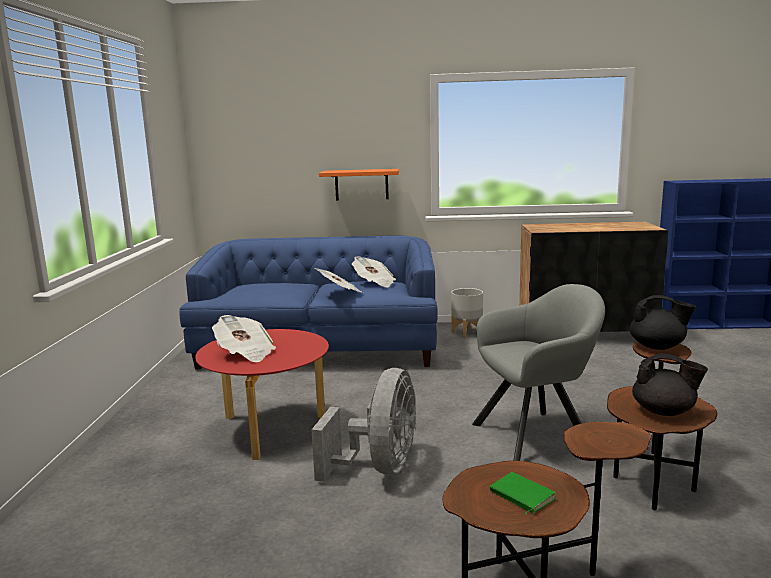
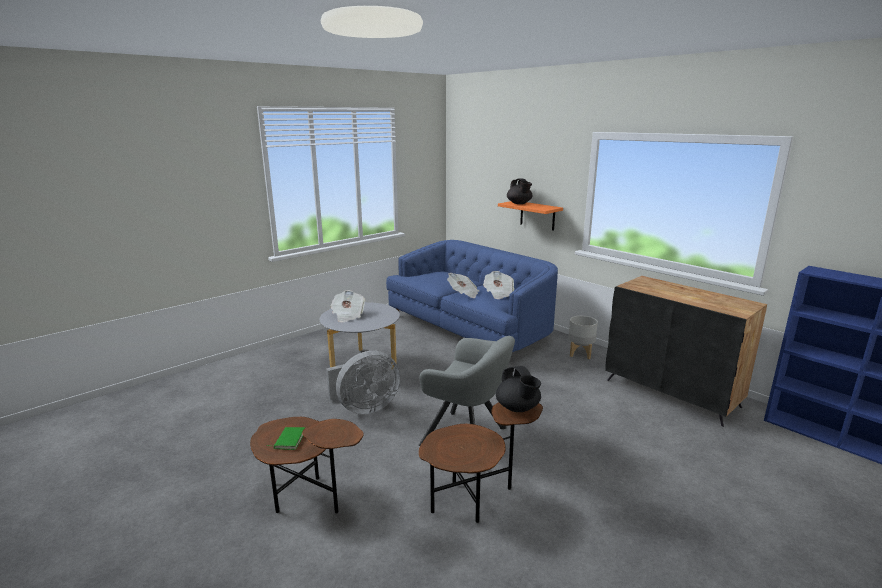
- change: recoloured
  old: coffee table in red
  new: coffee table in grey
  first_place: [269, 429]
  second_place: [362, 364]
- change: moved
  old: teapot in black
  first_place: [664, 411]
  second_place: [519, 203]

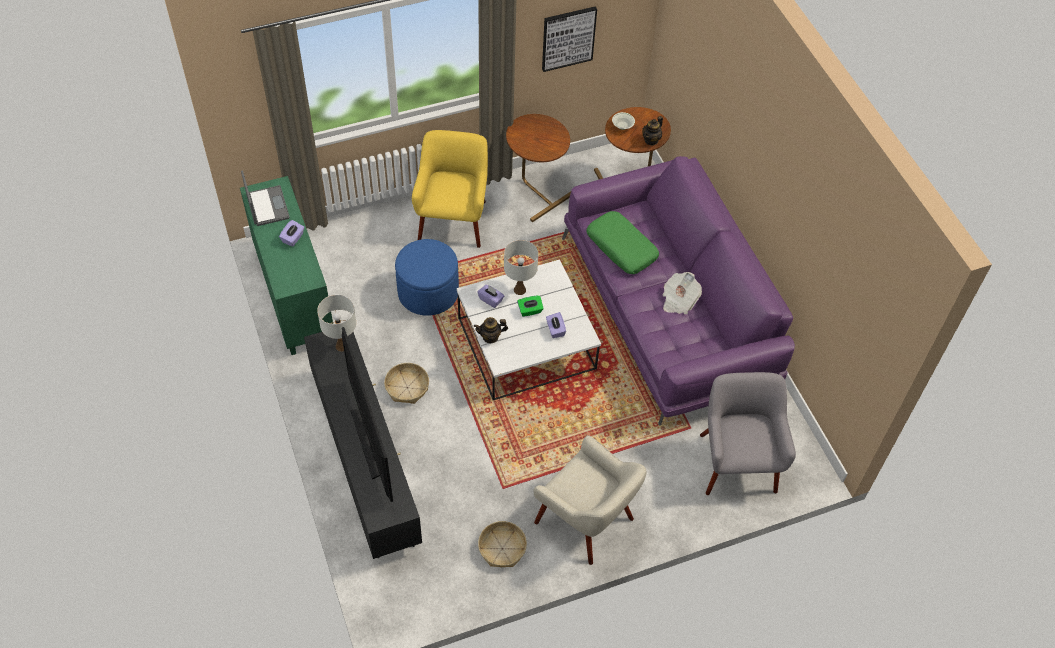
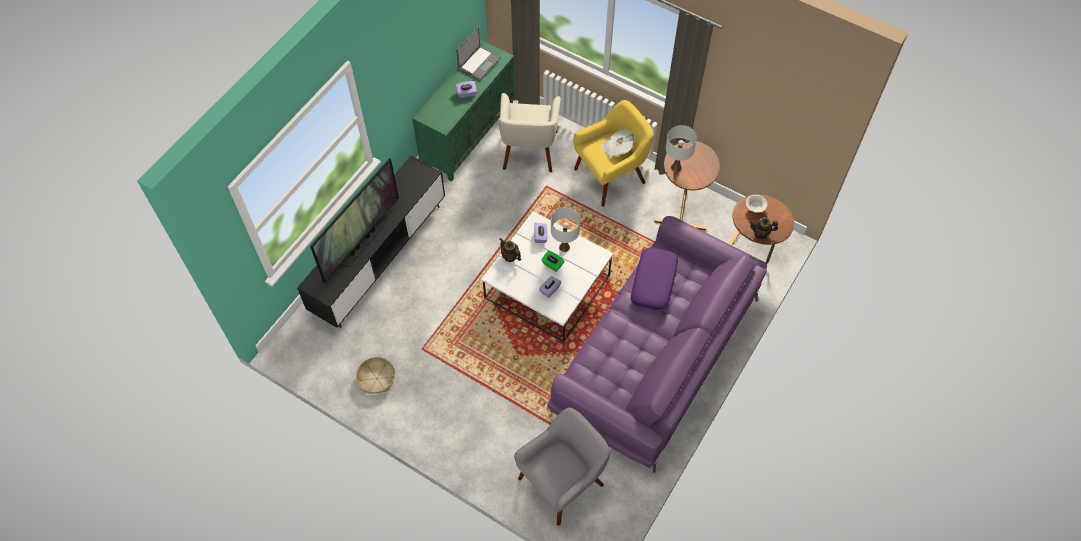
- change: moved
  old: table lamp in white
  first_place: [341, 346]
  second_place: [676, 167]
- change: removed
  old: basket
  first_place: [407, 387]
- change: removed
  old: ottoman in blue
  first_place: [428, 292]
- change: moved
  old: armchair in beige
  first_place: [586, 520]
  second_place: [529, 150]
- change: removed
  old: picture
  first_place: [568, 38]
- change: recoloured
  old: pillow in green
  new: pillow in purple
  first_place: [622, 248]
  second_place: [654, 282]
- change: moved
  old: newspaper
  first_place: [678, 300]
  second_place: [617, 148]

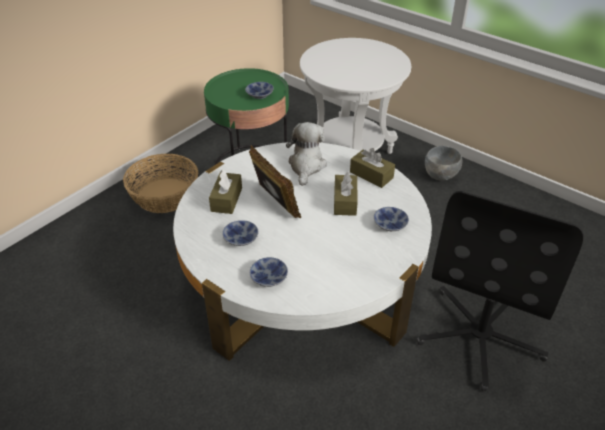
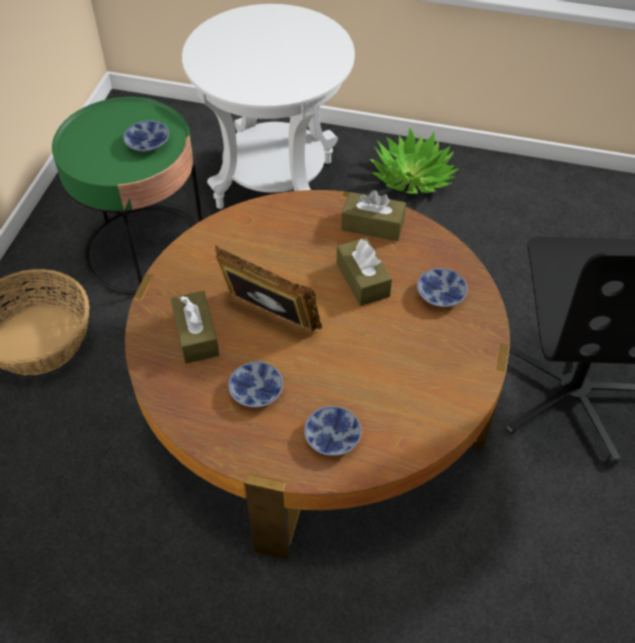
- change: recoloured
  old: coffee table in white
  new: coffee table in brown
  first_place: [302, 280]
  second_place: [317, 401]
- change: removed
  old: plush toy
  first_place: [306, 166]
- change: replaced
  old: bowl in grey
  new: potted plant
  first_place: [441, 176]
  second_place: [412, 177]

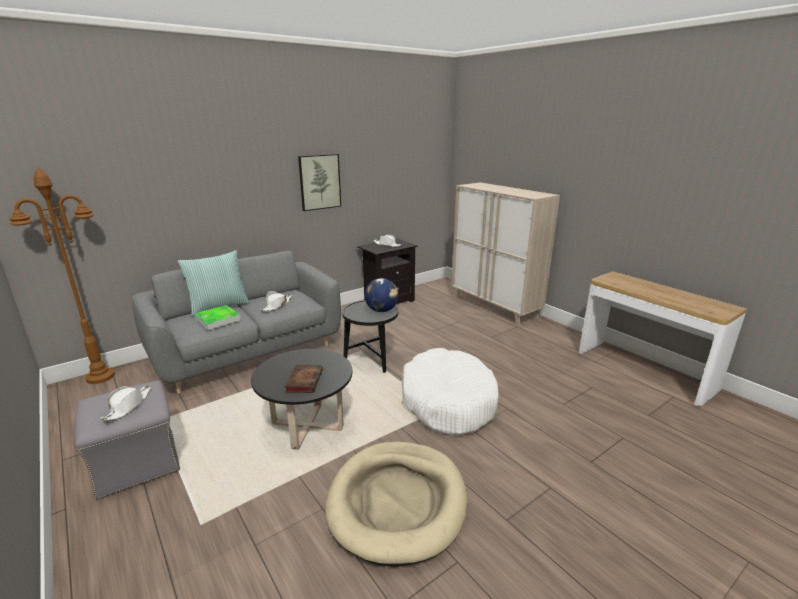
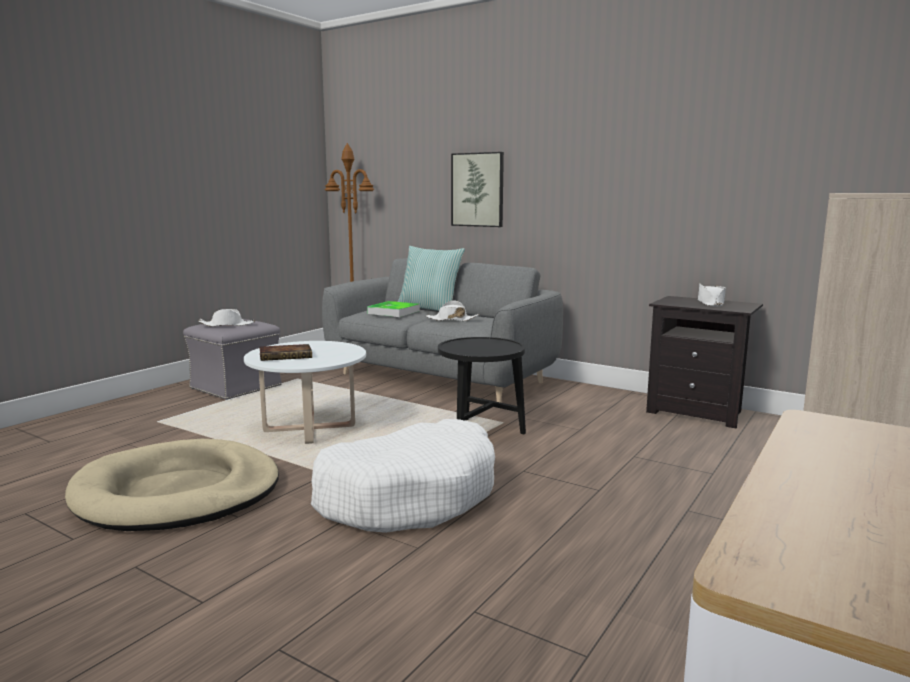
- change: recoloured
  old: coffee table in black
  new: coffee table in white
  first_place: [307, 426]
  second_place: [309, 428]
- change: moved
  old: picture
  first_place: [319, 182]
  second_place: [477, 190]
- change: removed
  old: globe
  first_place: [381, 310]

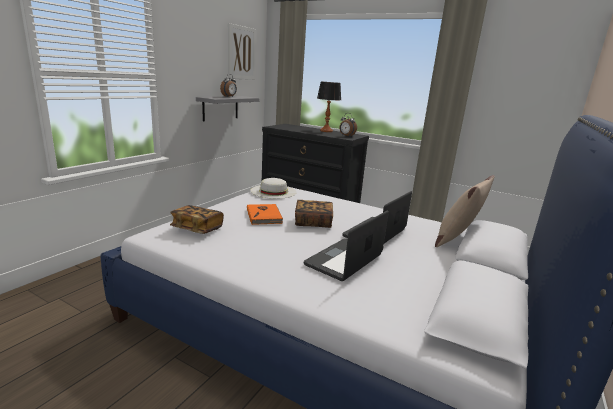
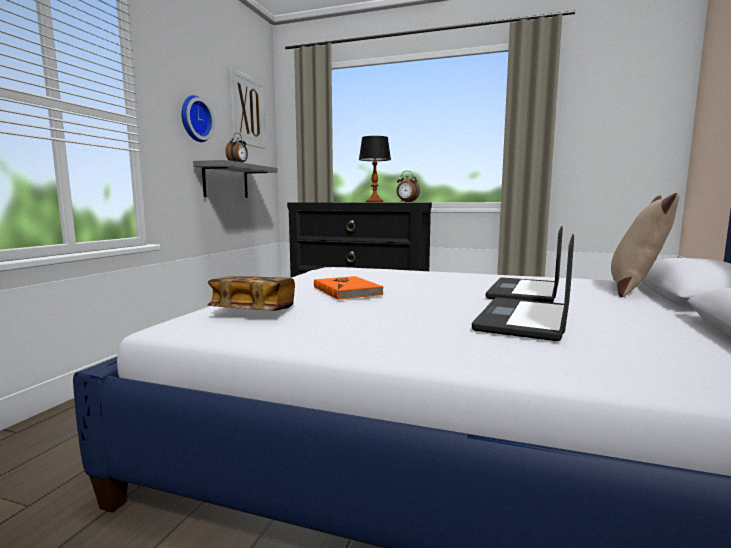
- change: removed
  old: hat in white
  first_place: [273, 191]
- change: removed
  old: book
  first_place: [313, 222]
- change: added
  new: wall clock
  second_place: [194, 119]

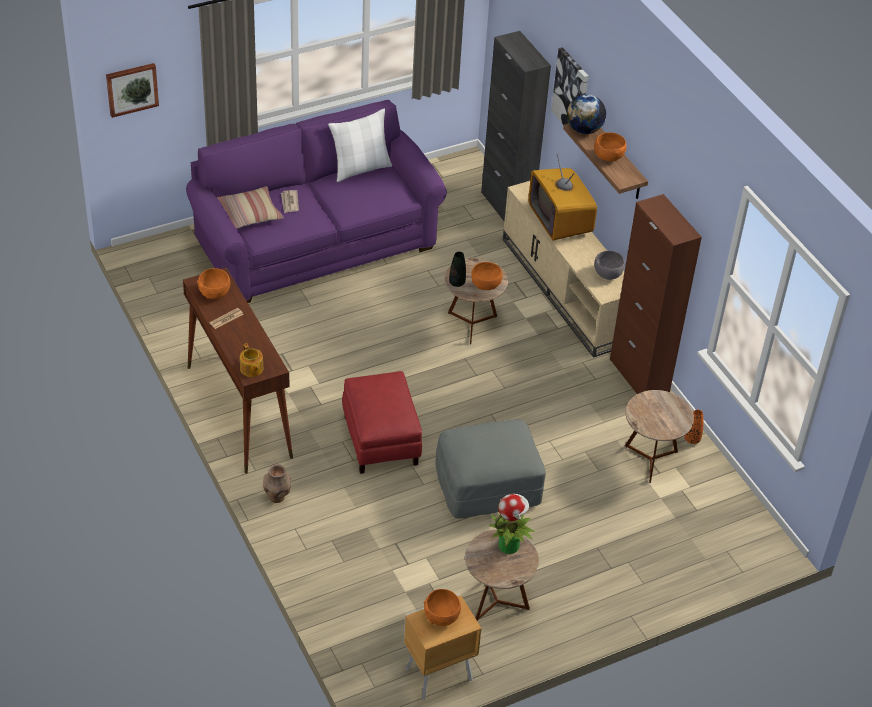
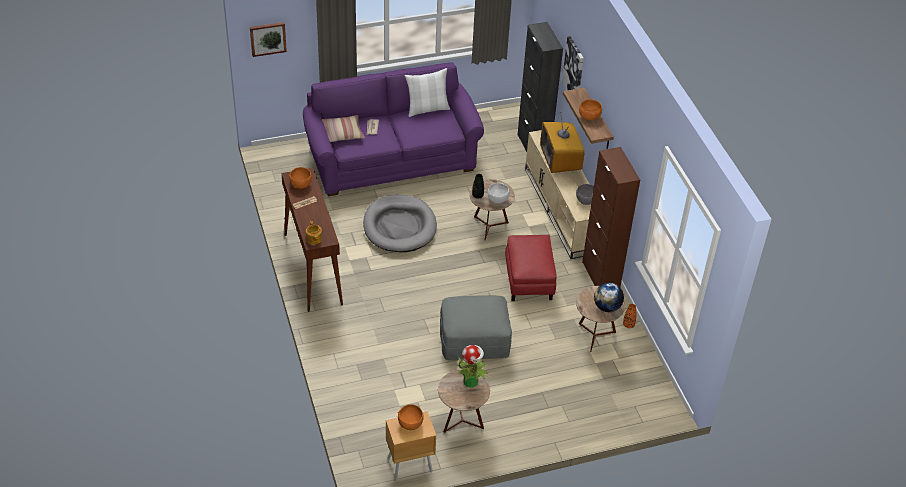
- change: removed
  old: vase in brown
  first_place: [277, 497]
- change: moved
  old: ottoman in red
  first_place: [381, 440]
  second_place: [529, 281]
- change: recoloured
  old: bowl in orange
  new: bowl in white
  first_place: [486, 284]
  second_place: [498, 199]
- change: moved
  old: globe
  first_place: [584, 129]
  second_place: [607, 307]
- change: added
  new: dog bed in grey
  second_place: [399, 226]

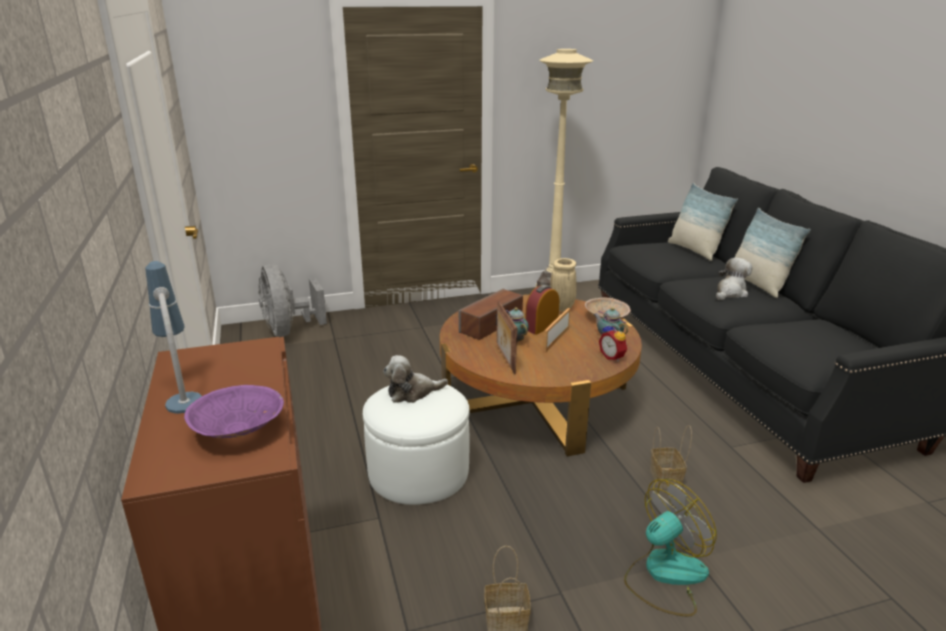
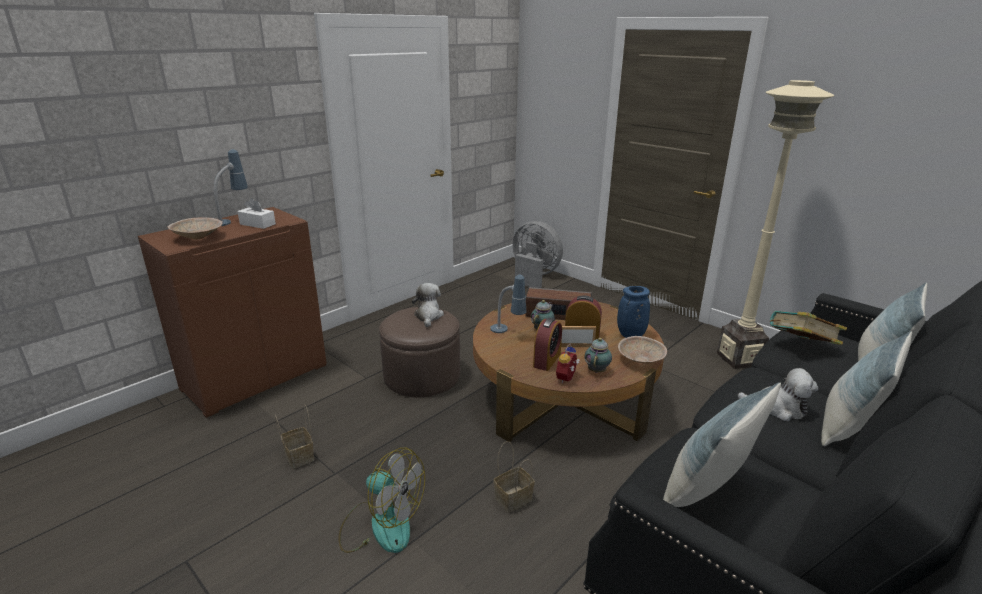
- change: recoloured
  old: bowl in purple
  new: bowl in beige
  first_place: [239, 430]
  second_place: [199, 237]
- change: turned
  old: fan in grey
  first_place: [289, 330]
  second_place: [534, 276]
  degrees: 90
- change: recoloured
  old: ottoman in white
  new: ottoman in brown
  first_place: [418, 472]
  second_place: [422, 376]
- change: turned
  old: plush toy
  first_place: [412, 392]
  second_place: [428, 316]
  degrees: 45
- change: replaced
  old: picture frame
  new: table lamp
  first_place: [504, 359]
  second_place: [507, 333]
- change: recoloured
  old: vase in beige
  new: vase in blue
  first_place: [562, 308]
  second_place: [630, 335]
- change: added
  new: tissue box in white
  second_place: [257, 224]
- change: added
  new: alarm clock
  second_place: [547, 360]
- change: added
  new: pillow
  second_place: [707, 490]
- change: added
  new: book
  second_place: [800, 347]

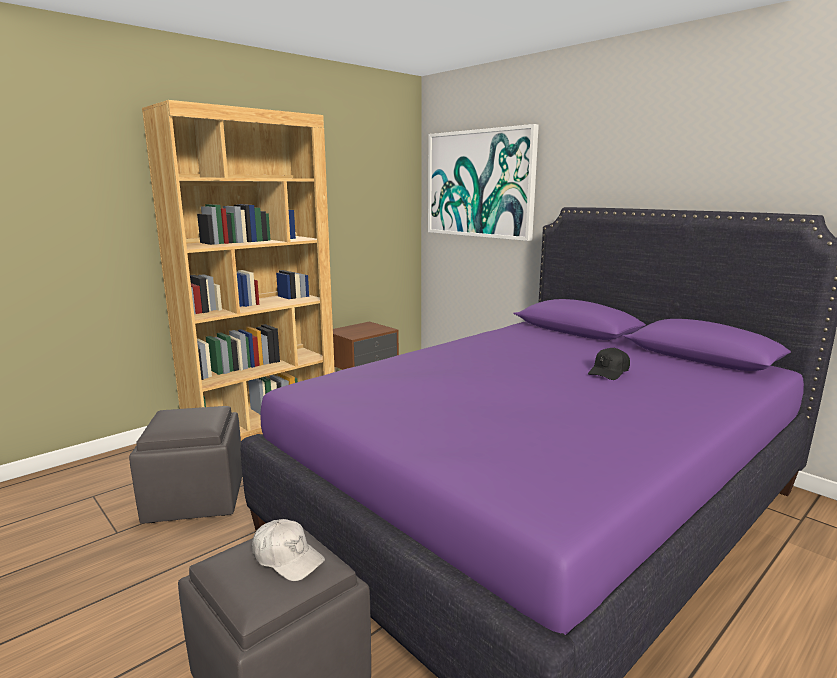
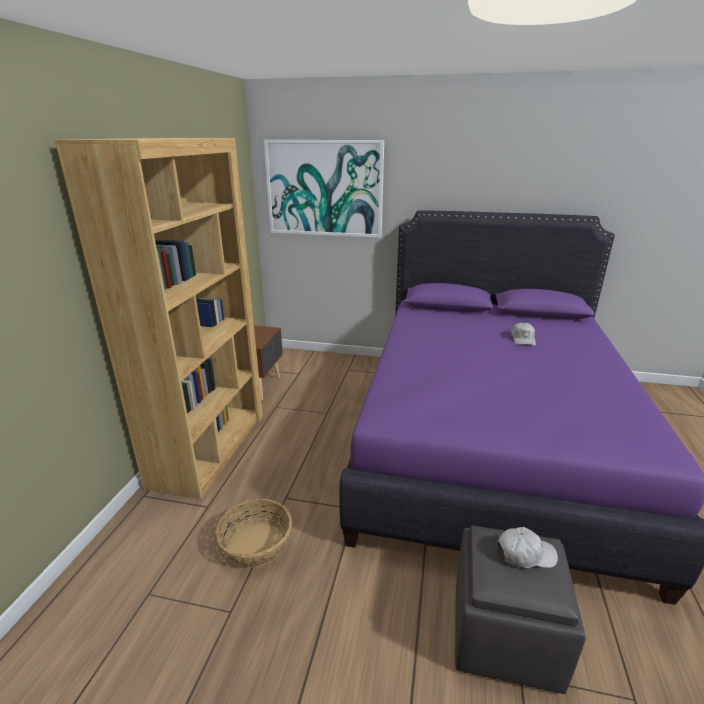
- change: replaced
  old: ottoman in grey
  new: basket
  first_place: [197, 499]
  second_place: [257, 544]
- change: recoloured
  old: cap in black
  new: cap in white
  first_place: [609, 372]
  second_place: [523, 339]

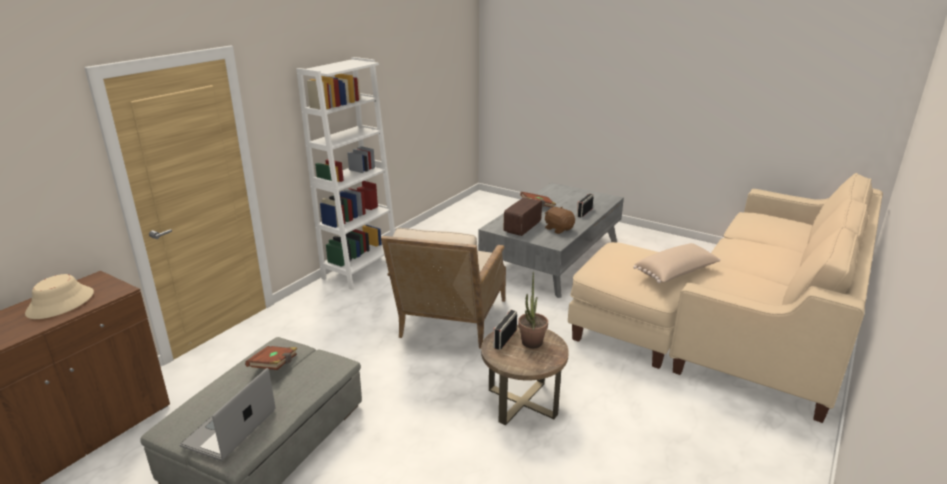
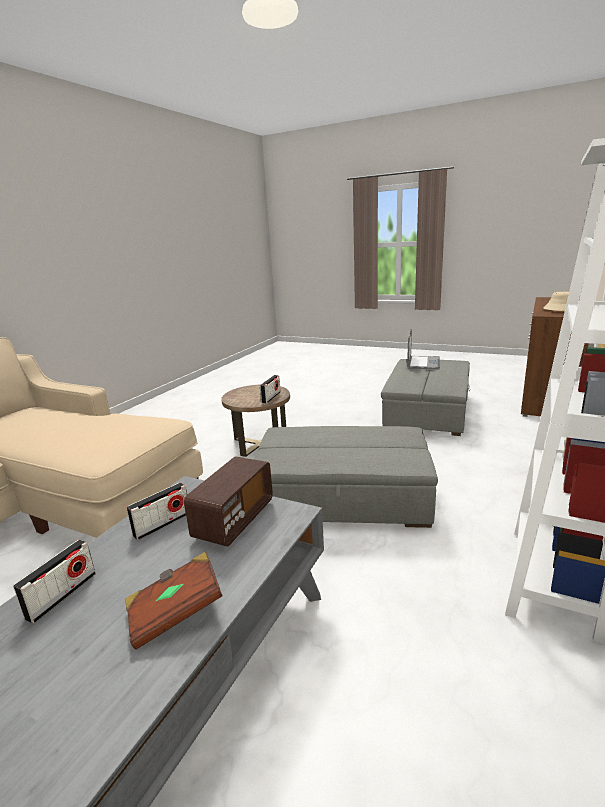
- change: removed
  old: book in brown
  first_place: [274, 366]
- change: replaced
  old: armchair in beige
  new: ottoman in grey
  first_place: [449, 323]
  second_place: [342, 497]
- change: removed
  old: potted plant
  first_place: [531, 345]
- change: replaced
  old: plush toy in brown
  new: radio
  first_place: [558, 229]
  second_place: [162, 524]
- change: removed
  old: pillow in beige
  first_place: [676, 273]

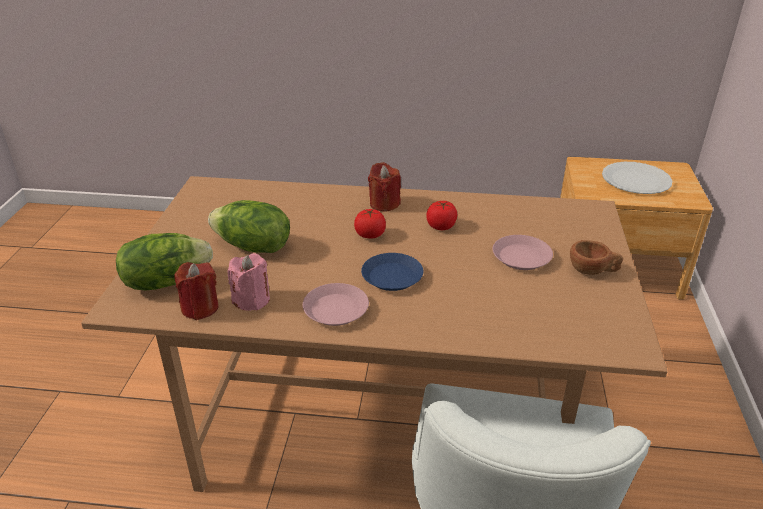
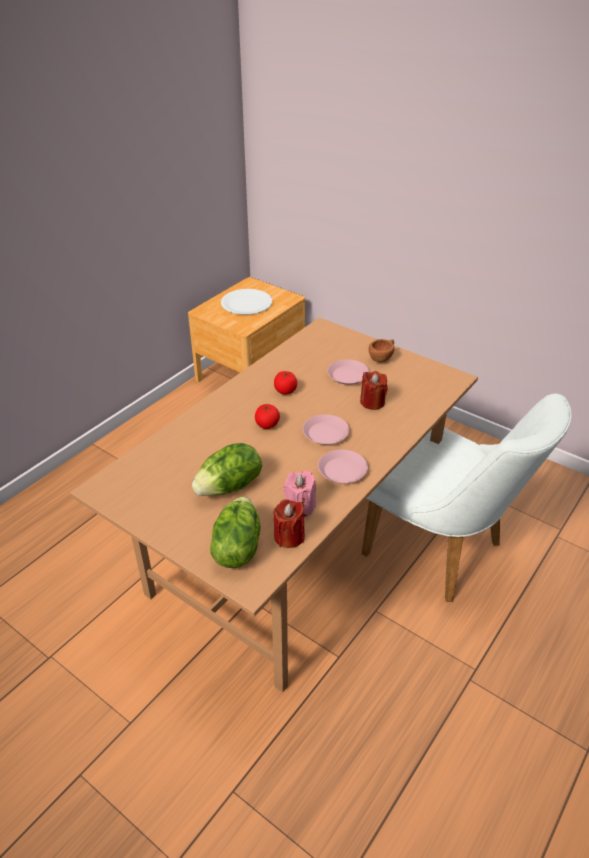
- change: recoloured
  old: plate in blue
  new: plate in pink
  first_place: [391, 276]
  second_place: [325, 433]
- change: moved
  old: candle in red
  first_place: [384, 204]
  second_place: [372, 402]

